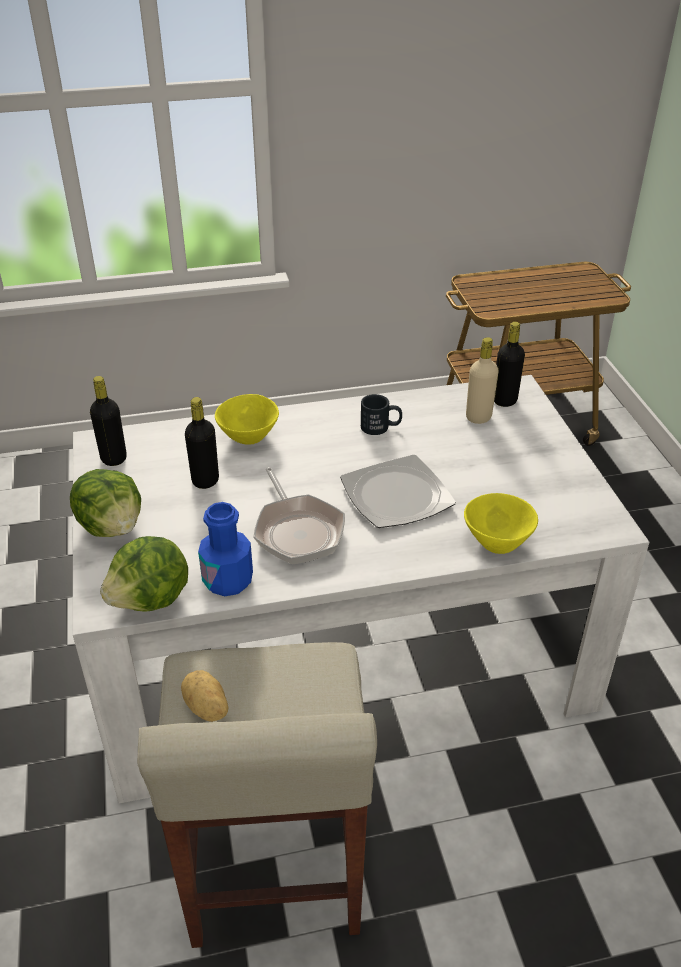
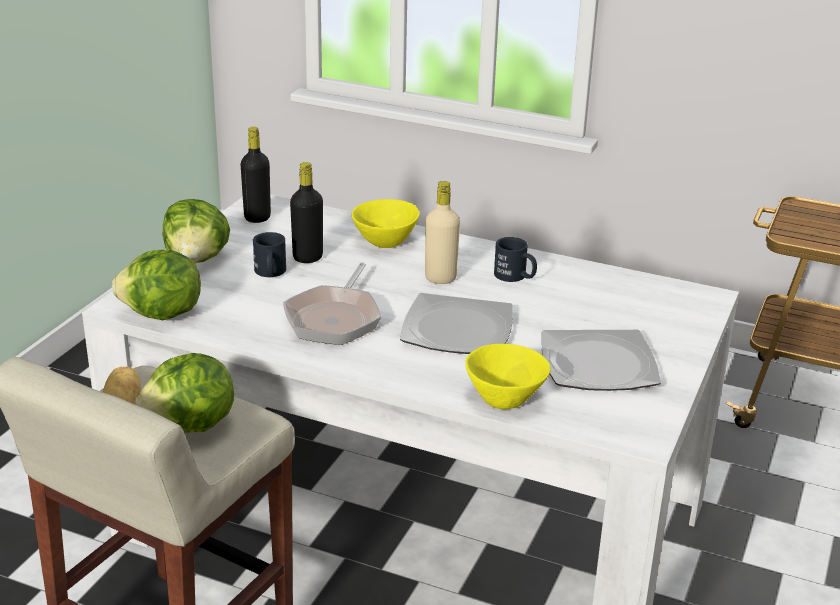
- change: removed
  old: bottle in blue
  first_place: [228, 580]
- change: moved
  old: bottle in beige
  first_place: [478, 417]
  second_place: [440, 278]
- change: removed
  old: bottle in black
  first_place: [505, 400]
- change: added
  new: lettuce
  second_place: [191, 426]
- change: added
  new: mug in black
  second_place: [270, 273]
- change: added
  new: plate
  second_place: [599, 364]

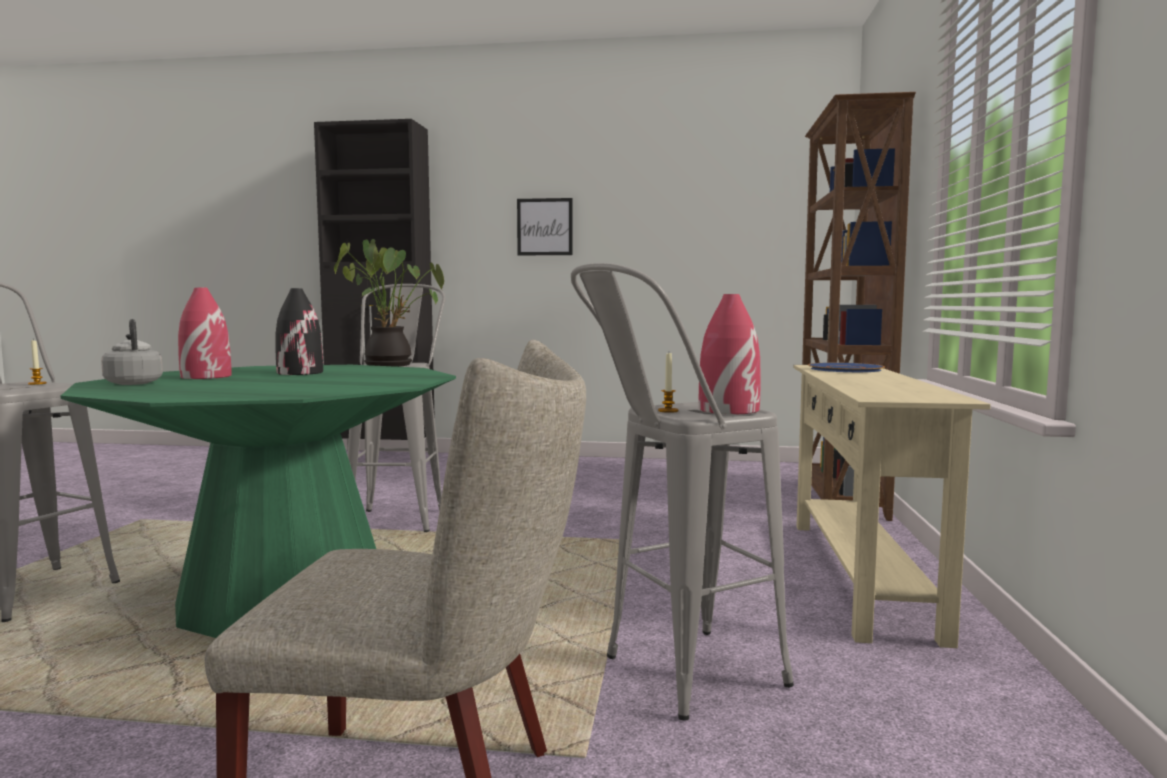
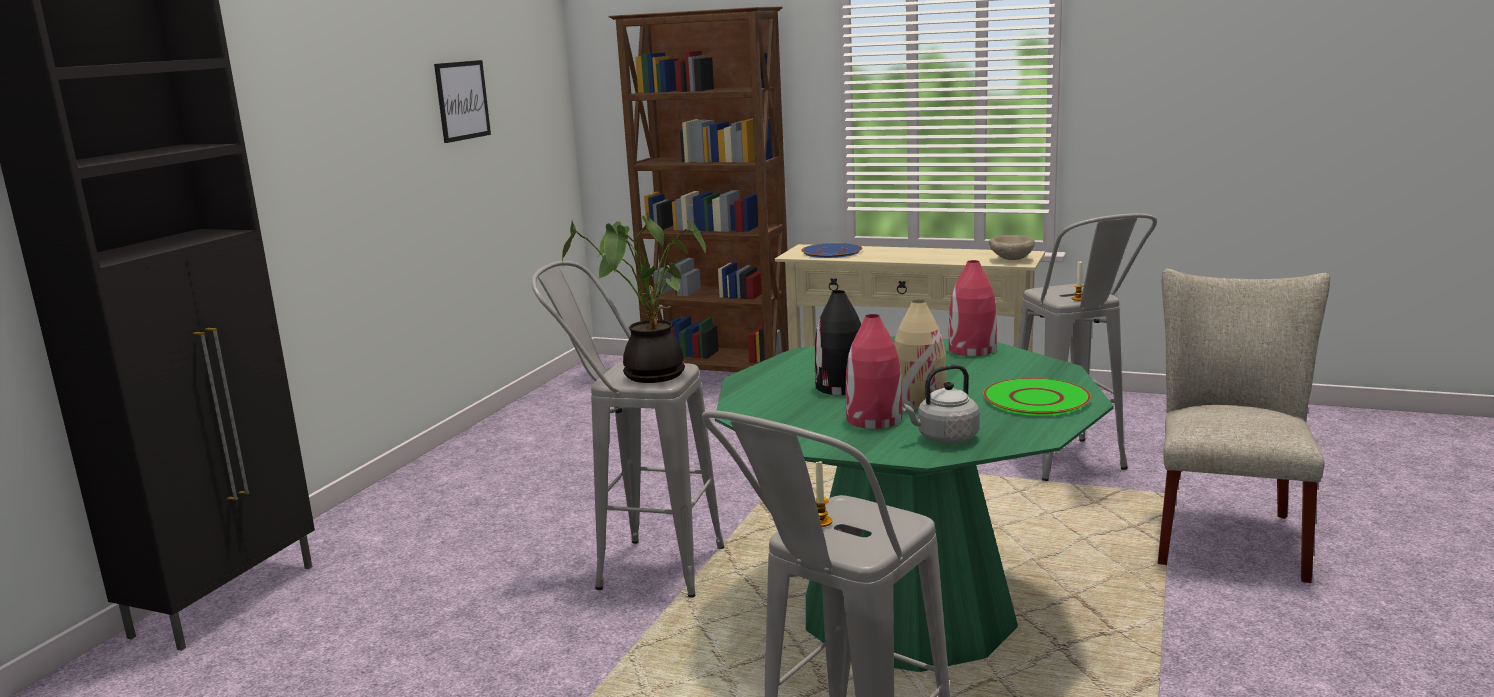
- change: moved
  old: picture
  first_place: [545, 227]
  second_place: [462, 100]
- change: moved
  old: vase in red
  first_place: [728, 410]
  second_place: [972, 349]
- change: added
  new: vase in beige
  second_place: [918, 401]
- change: added
  new: plate in green
  second_place: [1036, 399]
- change: added
  new: bowl in beige
  second_place: [1010, 260]

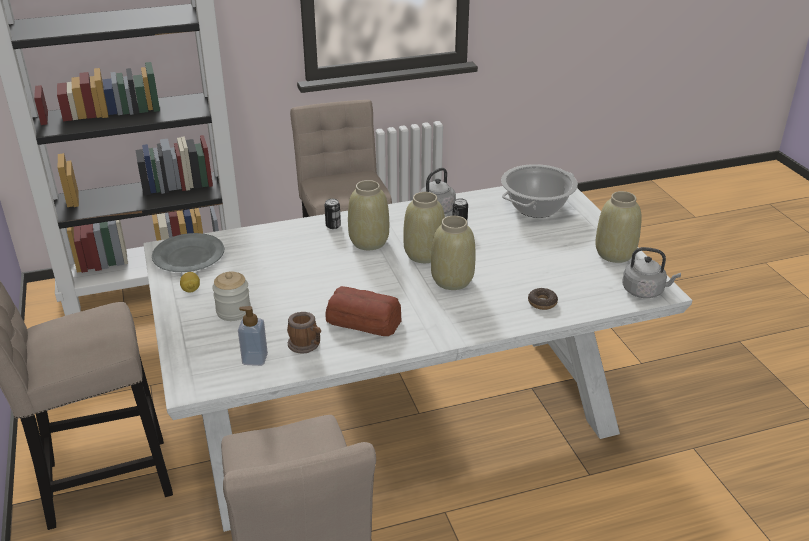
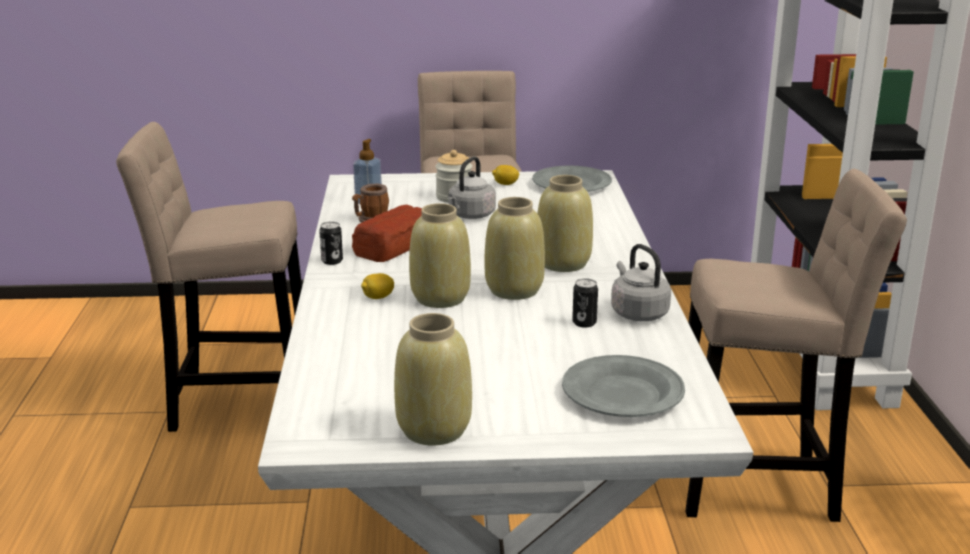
- change: moved
  old: can
  first_place: [333, 226]
  second_place: [332, 261]
- change: replaced
  old: cooking pot
  new: plate in grey
  first_place: [536, 208]
  second_place: [621, 393]
- change: removed
  old: donut
  first_place: [542, 302]
- change: moved
  old: kettle in grey
  first_place: [645, 291]
  second_place: [470, 215]
- change: added
  new: lemon
  second_place: [378, 297]

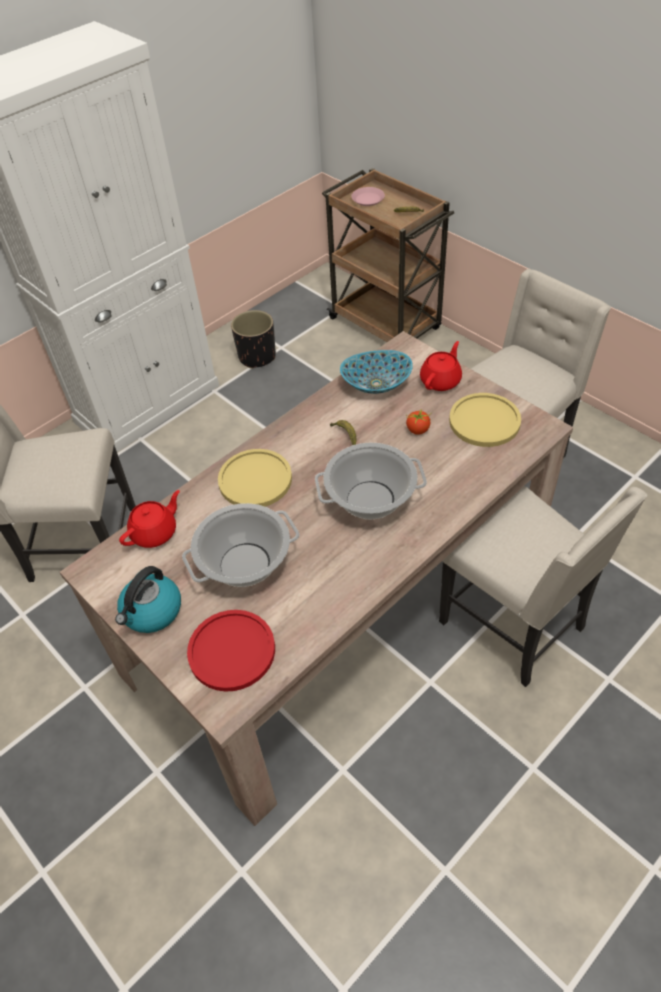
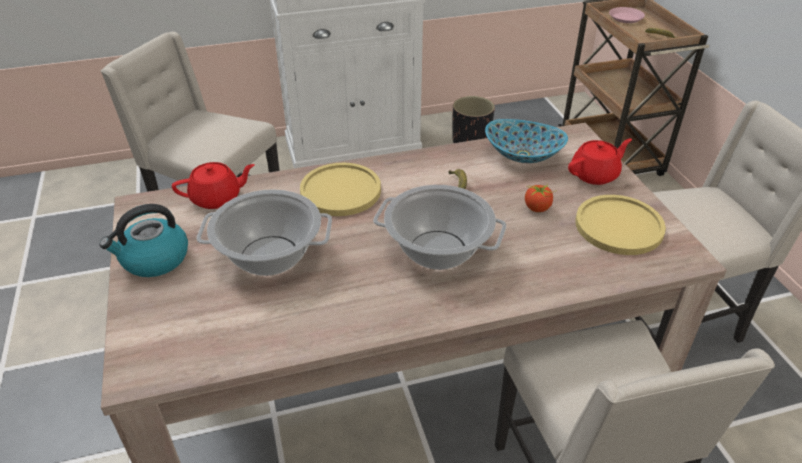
- change: removed
  old: plate in red
  first_place: [231, 651]

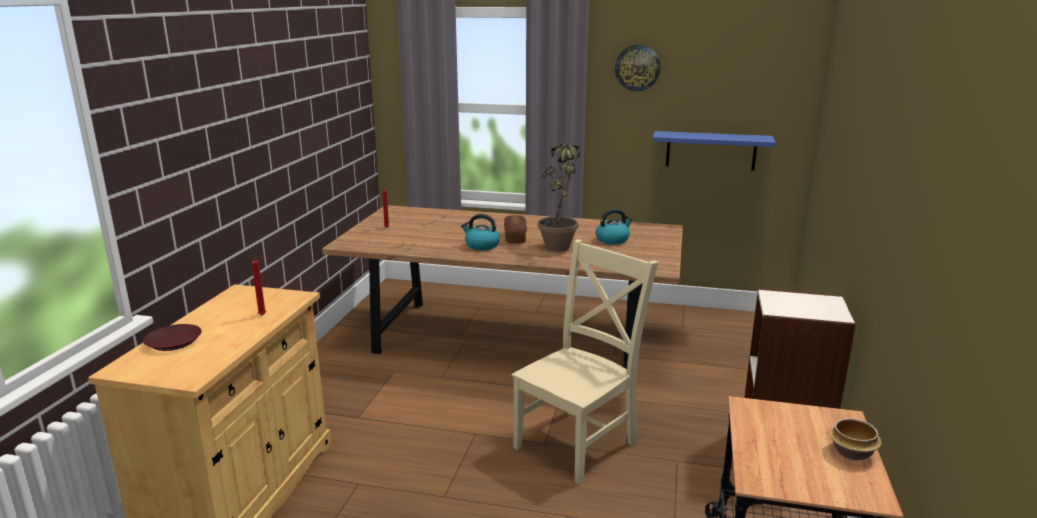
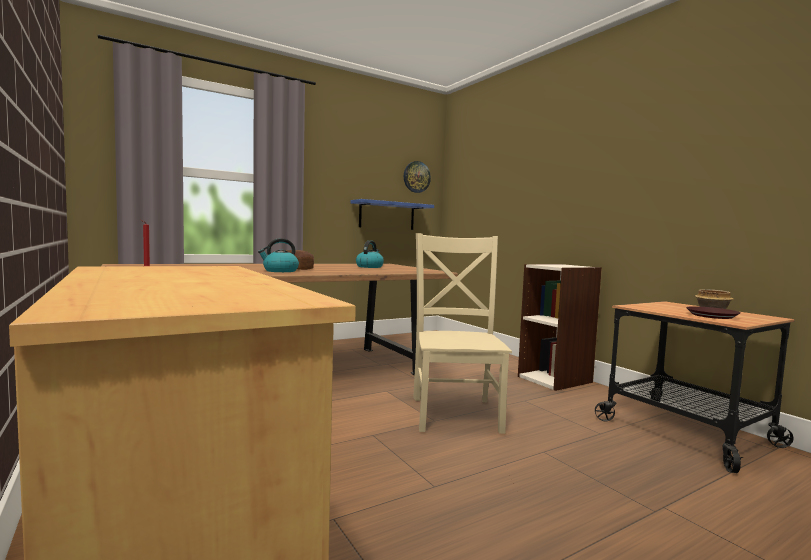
- change: moved
  old: plate in brown
  first_place: [173, 342]
  second_place: [711, 316]
- change: removed
  old: candle in red
  first_place: [263, 315]
- change: removed
  old: potted plant
  first_place: [560, 244]
- change: moved
  old: wall clock
  first_place: [637, 67]
  second_place: [416, 177]

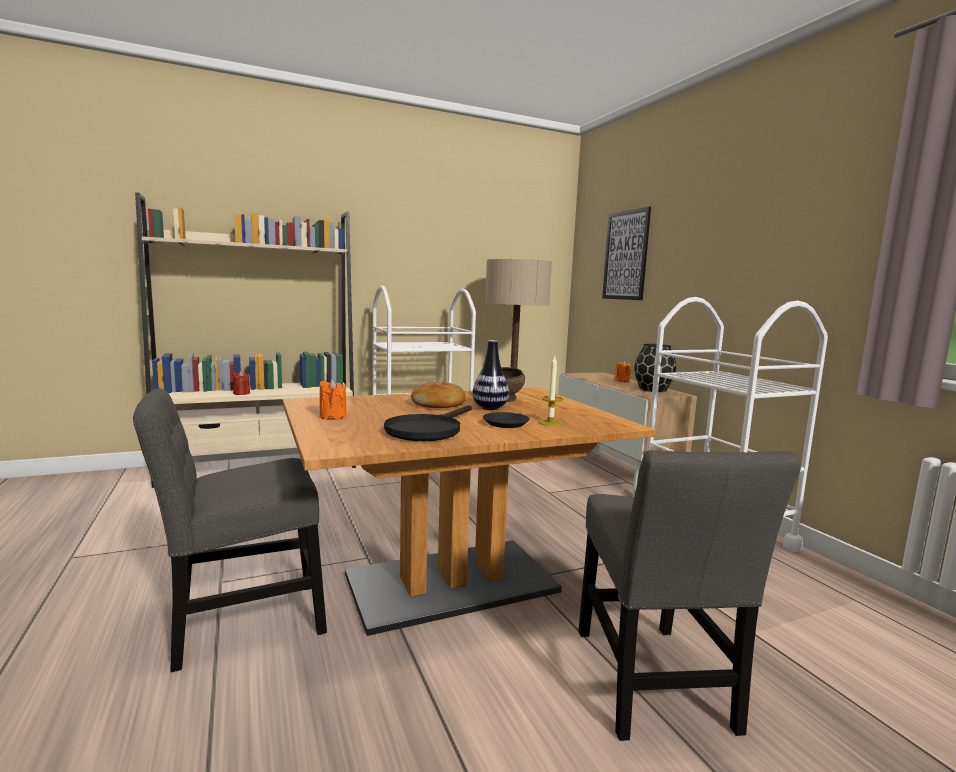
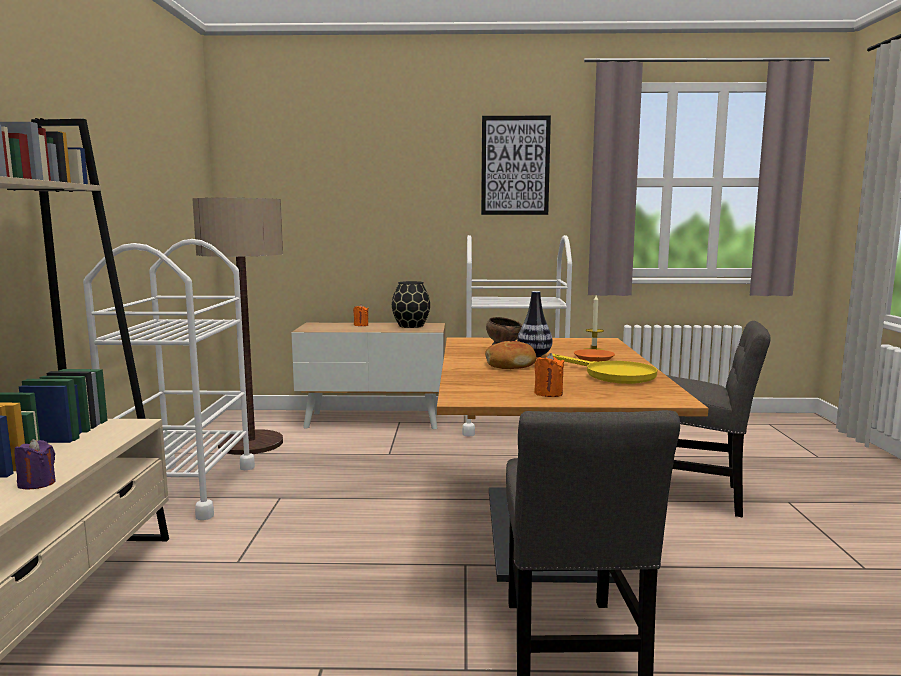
- change: recoloured
  old: candle in red
  new: candle in purple
  first_place: [241, 393]
  second_place: [37, 483]
- change: recoloured
  old: frying pan in black
  new: frying pan in yellow
  first_place: [428, 430]
  second_place: [611, 375]
- change: recoloured
  old: plate in black
  new: plate in orange
  first_place: [505, 423]
  second_place: [593, 358]
- change: moved
  old: picture
  first_place: [626, 255]
  second_place: [515, 166]

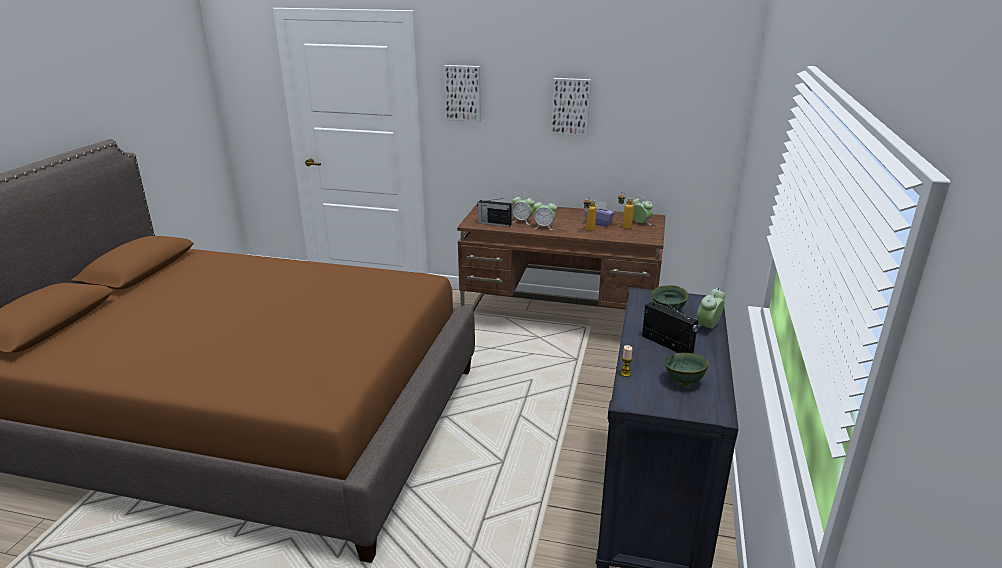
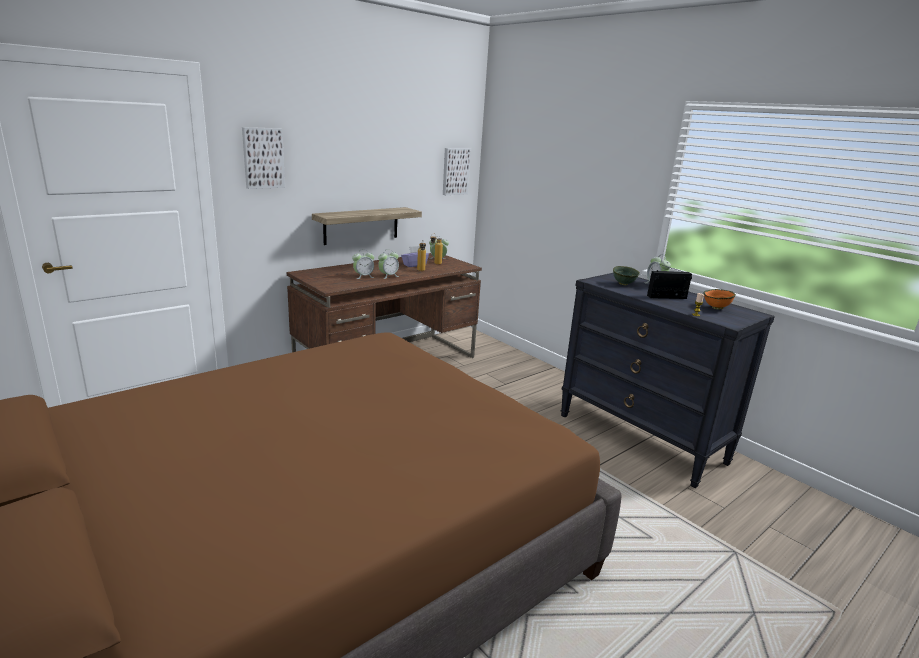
- change: removed
  old: radio
  first_place: [494, 223]
- change: moved
  old: picture
  first_place: [571, 106]
  second_place: [455, 171]
- change: recoloured
  old: bowl in green
  new: bowl in orange
  first_place: [683, 382]
  second_place: [716, 308]
- change: added
  new: shelf
  second_place: [361, 225]

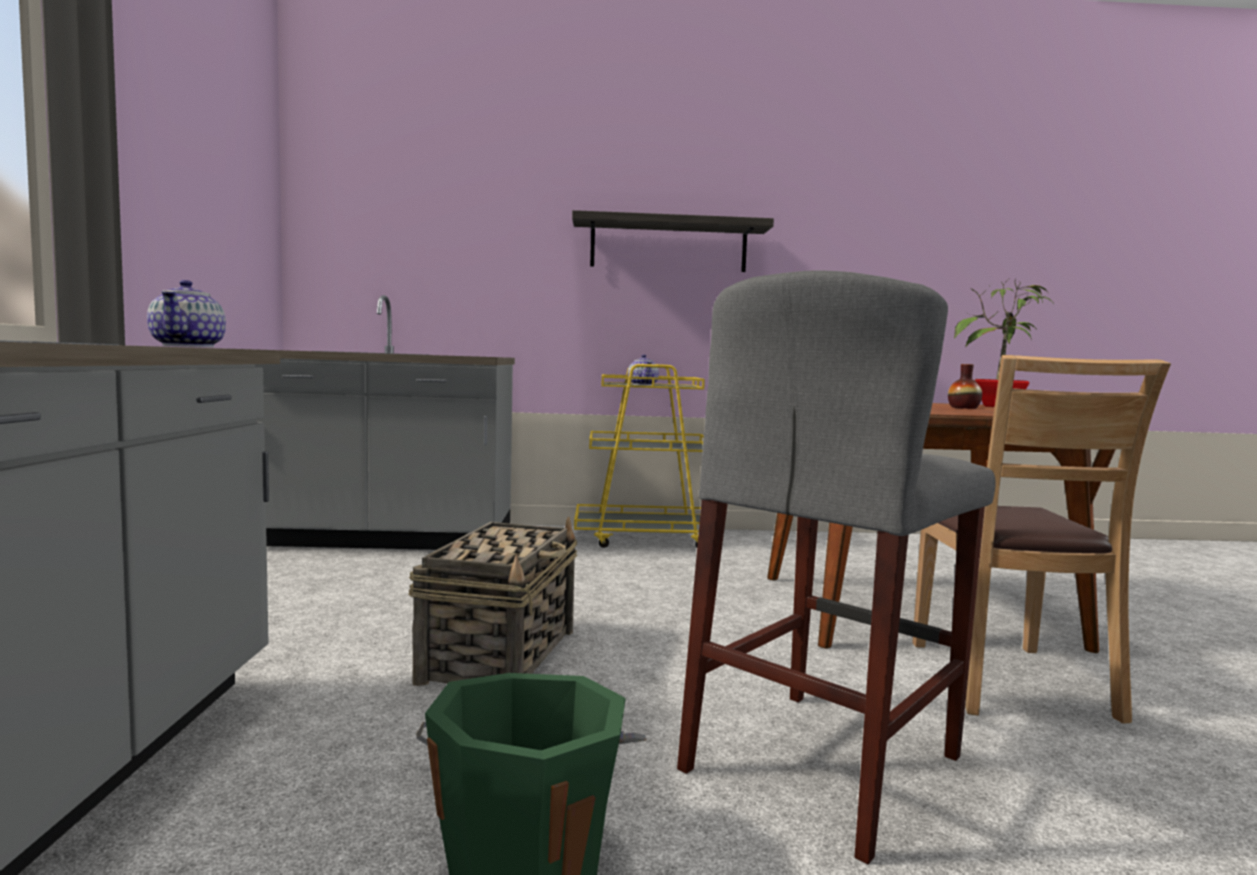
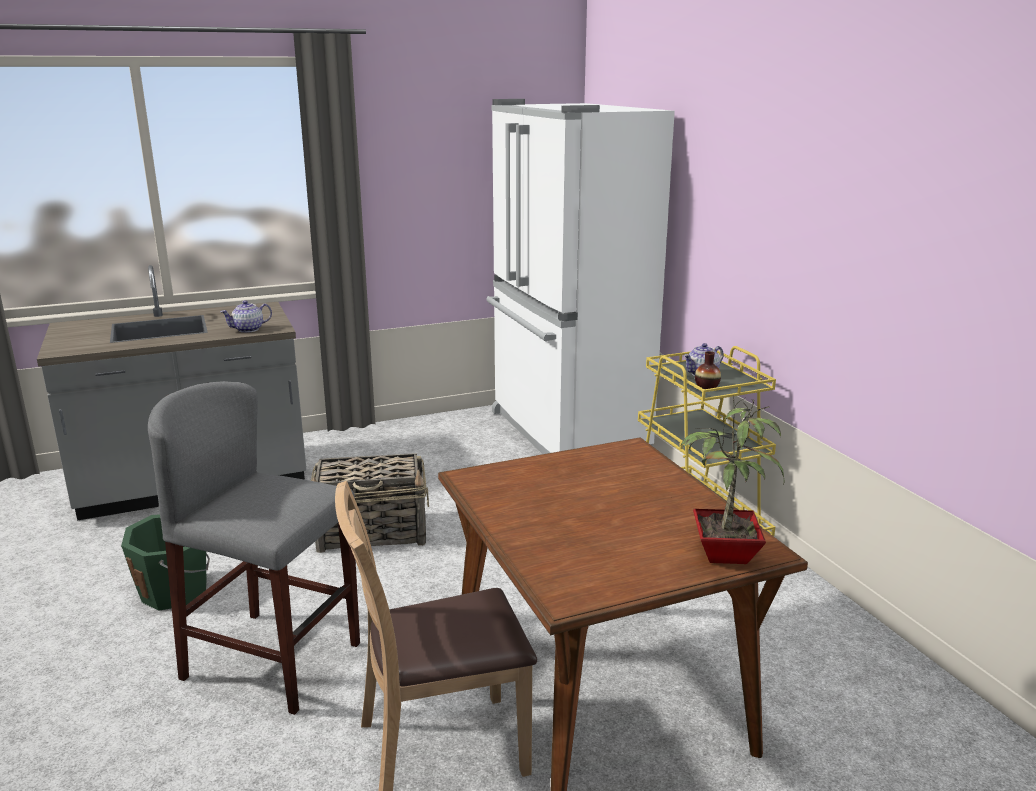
- change: replaced
  old: counter in grey
  new: fridge in white
  first_place: [385, 538]
  second_place: [565, 433]
- change: removed
  old: shelf
  first_place: [668, 245]
- change: moved
  old: vase
  first_place: [963, 408]
  second_place: [707, 386]

